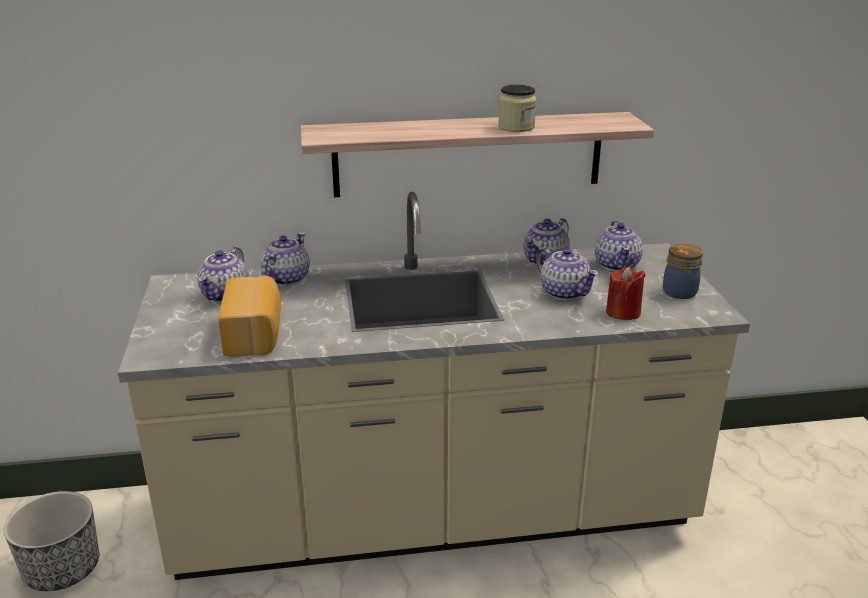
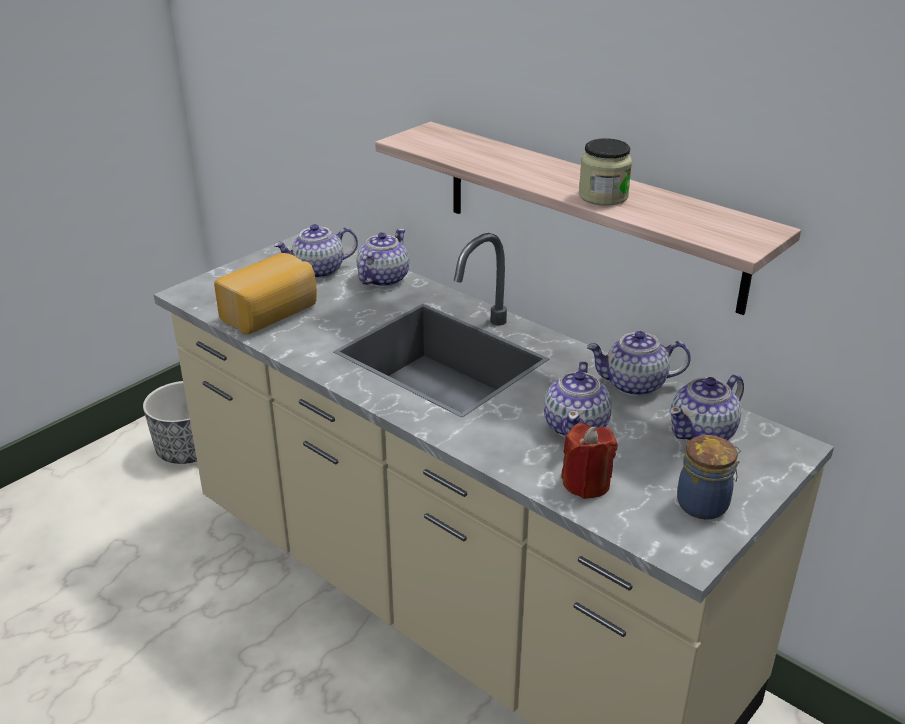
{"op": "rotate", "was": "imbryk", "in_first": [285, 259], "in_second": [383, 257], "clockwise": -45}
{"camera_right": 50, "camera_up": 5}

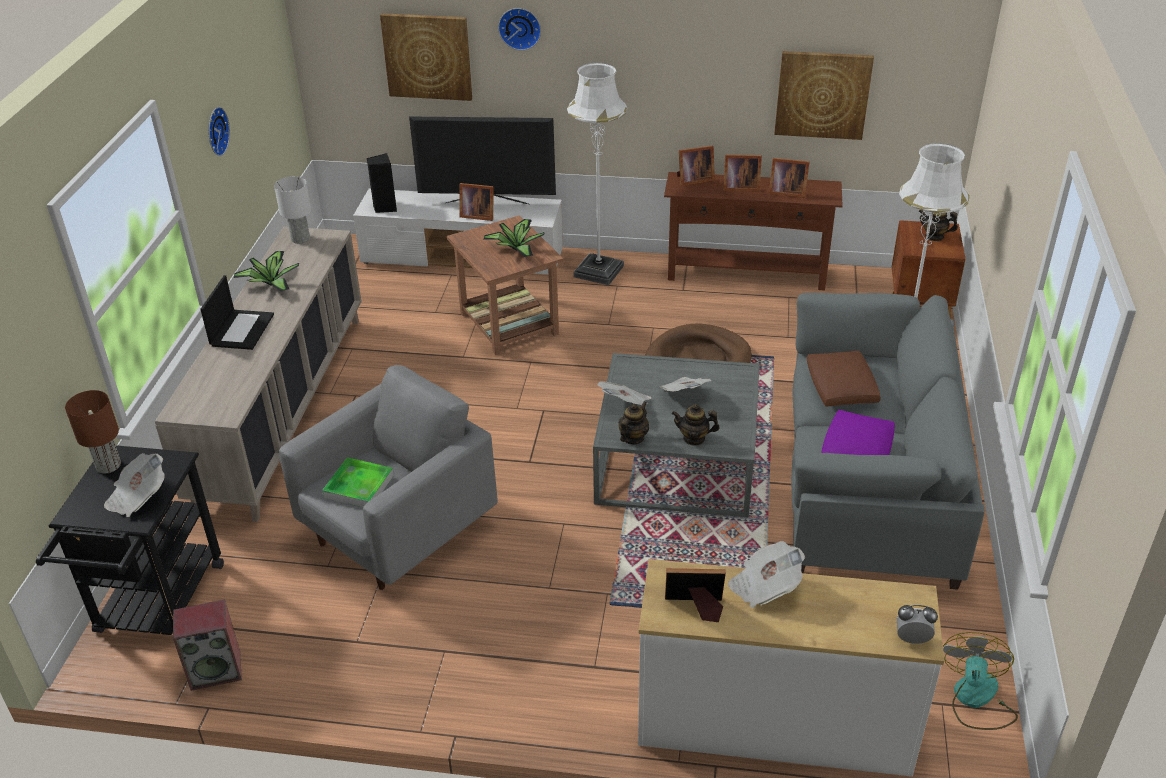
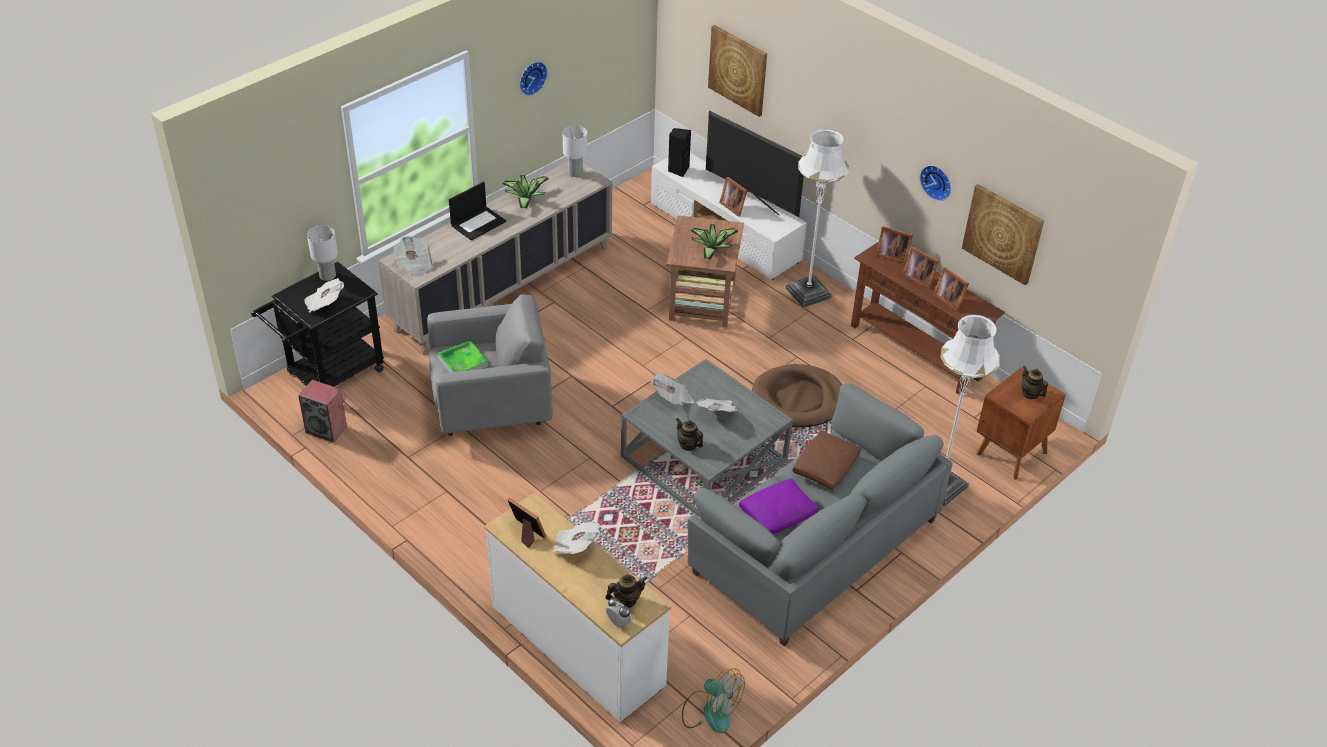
{"op": "move", "was": "zegar ścienny", "in_first": [519, 29], "in_second": [935, 183]}
{"op": "recolor", "was": "lampa stołowa/brązowy", "now": "lampa stołowa/biały", "in_first": [93, 431], "in_second": [322, 253]}
{"op": "move", "was": "imbryk", "in_first": [634, 423], "in_second": [627, 591]}
{"op": "rotate", "was": "wentylator", "in_first": [980, 681], "in_second": [713, 700], "clockwise": 75}
{"op": "insert", "now": "gazeta", "in_second": [413, 257]}
{"camera_right": 35, "camera_up": 5}

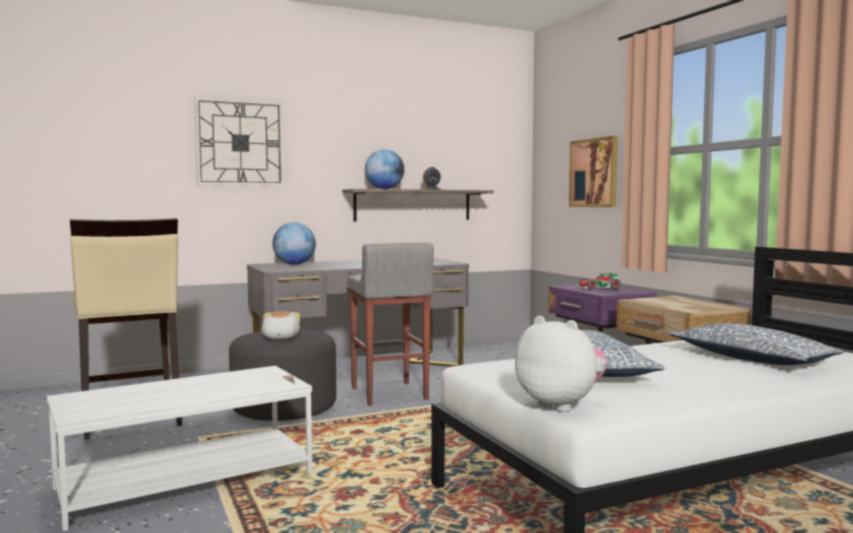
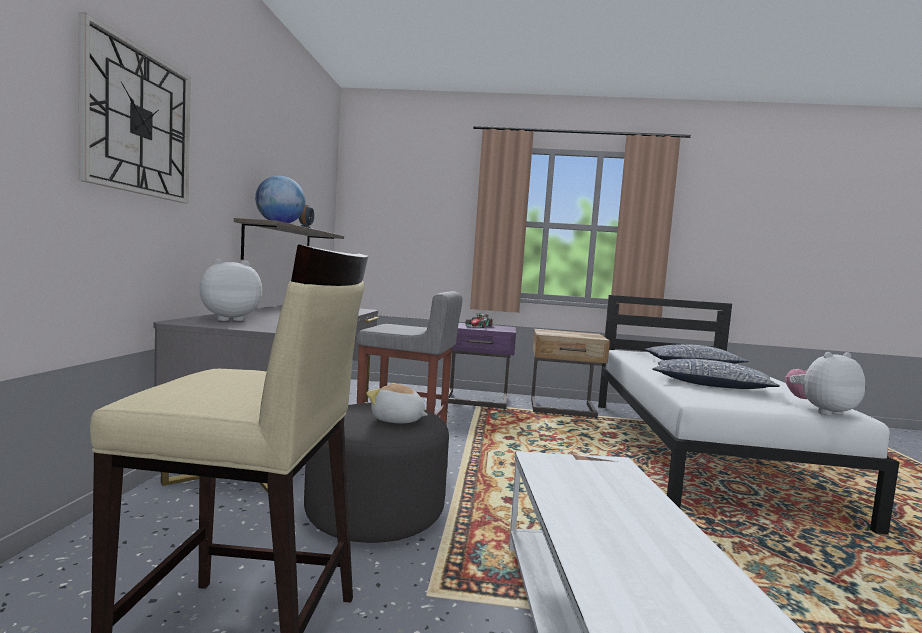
{"op": "delete", "was": "obraz", "in_first": [593, 171]}
{"op": "replace", "was": "globus", "now": "pluszak", "in_first": [294, 243], "in_second": [230, 290]}
{"camera_right": -60, "camera_up": 0}

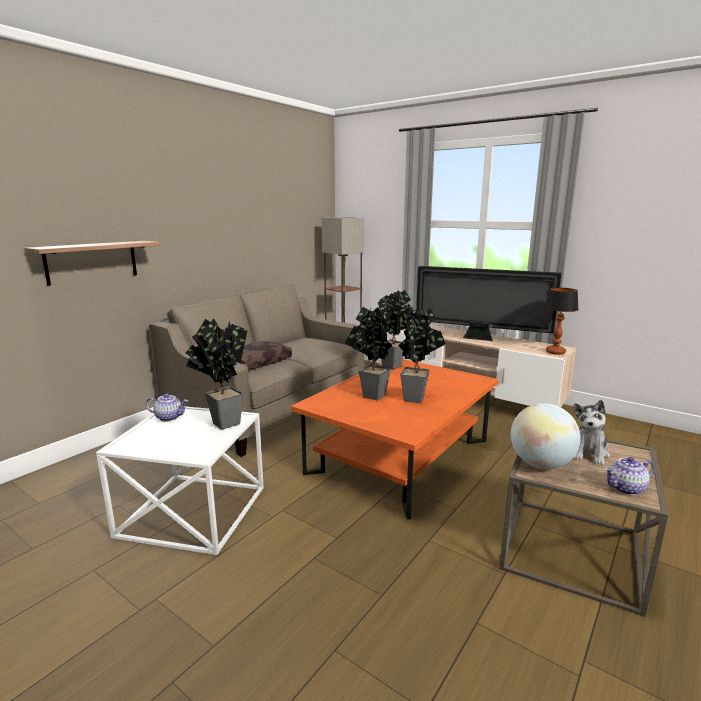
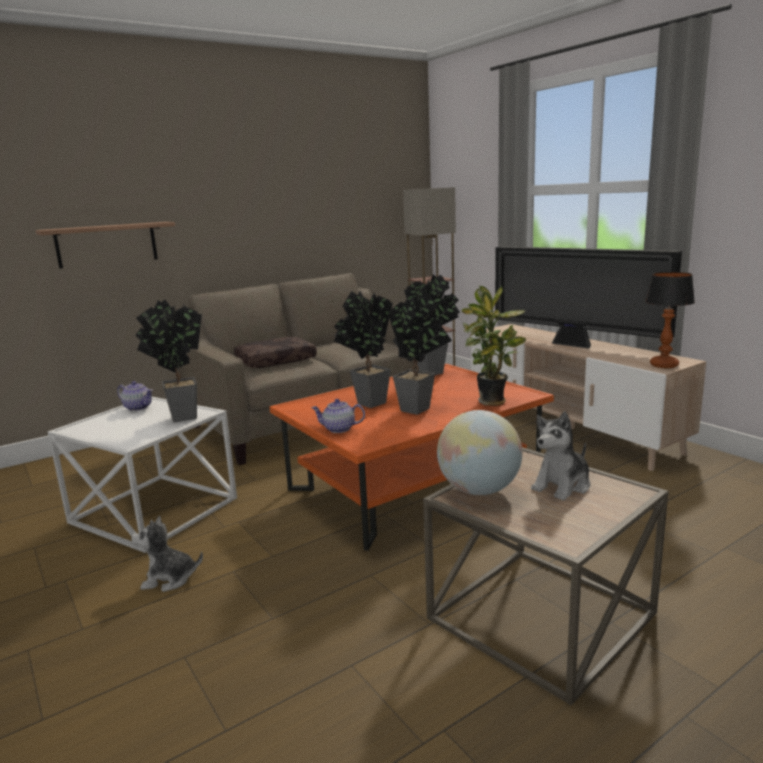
{"op": "move", "was": "imbryk", "in_first": [630, 476], "in_second": [338, 416]}
{"op": "insert", "now": "roślina doniczkowa", "in_second": [493, 346]}
{"op": "insert", "now": "pluszak", "in_second": [167, 554]}
{"camera_right": 20, "camera_up": 0}

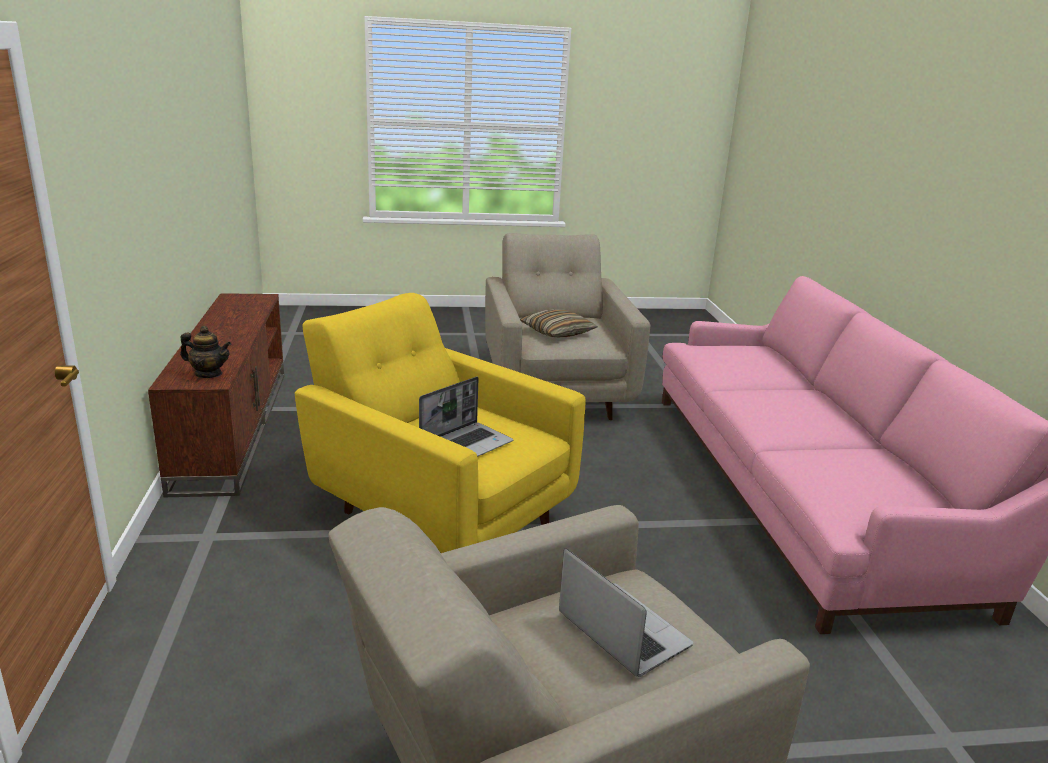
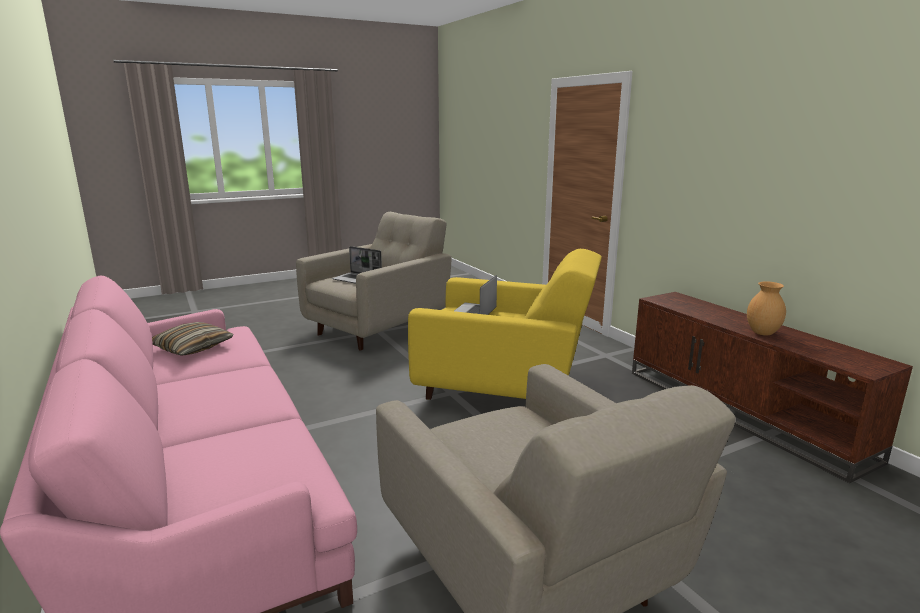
{"op": "move", "was": "poduszka", "in_first": [559, 323], "in_second": [193, 339]}
{"op": "delete", "was": "imbryk", "in_first": [206, 352]}
{"op": "insert", "now": "wazon/brązowy", "in_second": [766, 308]}
{"camera_right": 160, "camera_up": -5}

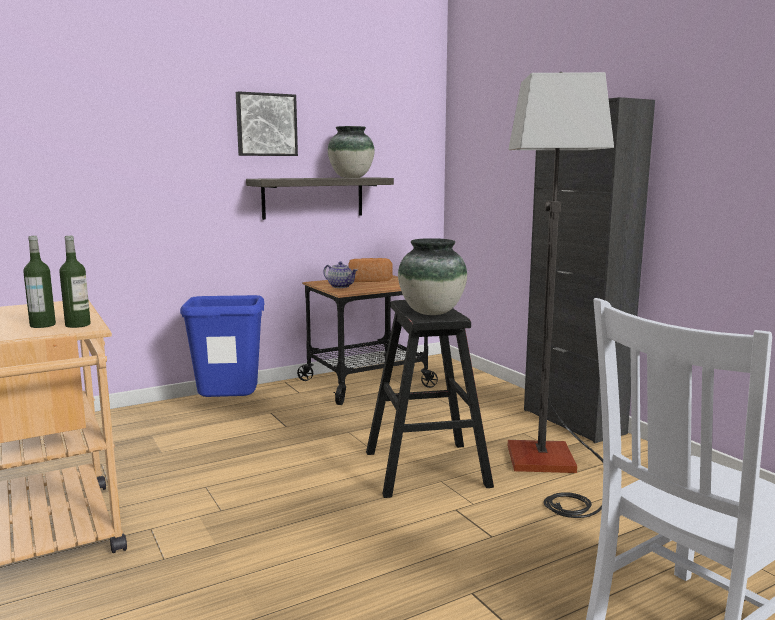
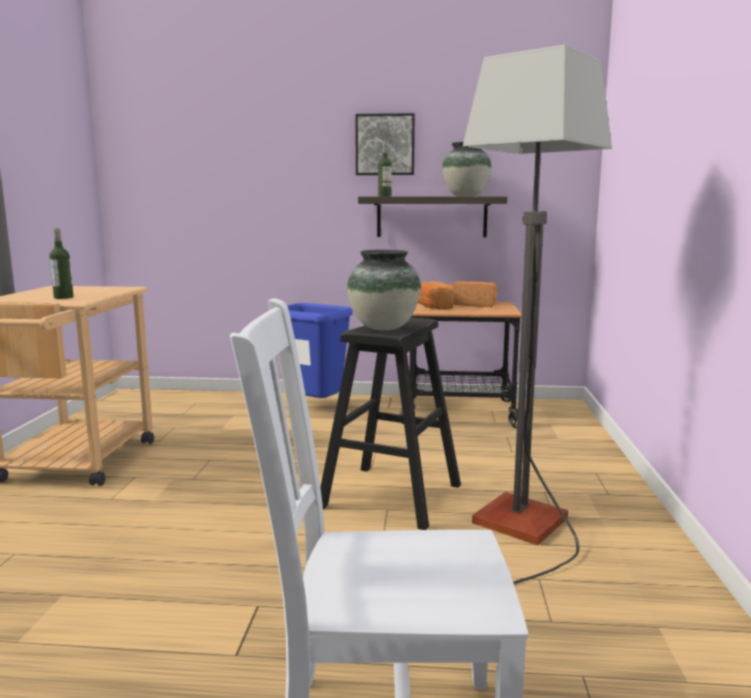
{"op": "delete", "was": "szafka/czarny", "in_first": [589, 270]}
{"op": "move", "was": "butelka", "in_first": [75, 282], "in_second": [385, 170]}
{"op": "replace", "was": "imbryk", "now": "chleb", "in_first": [340, 274], "in_second": [436, 295]}
{"camera_right": 35, "camera_up": 0}

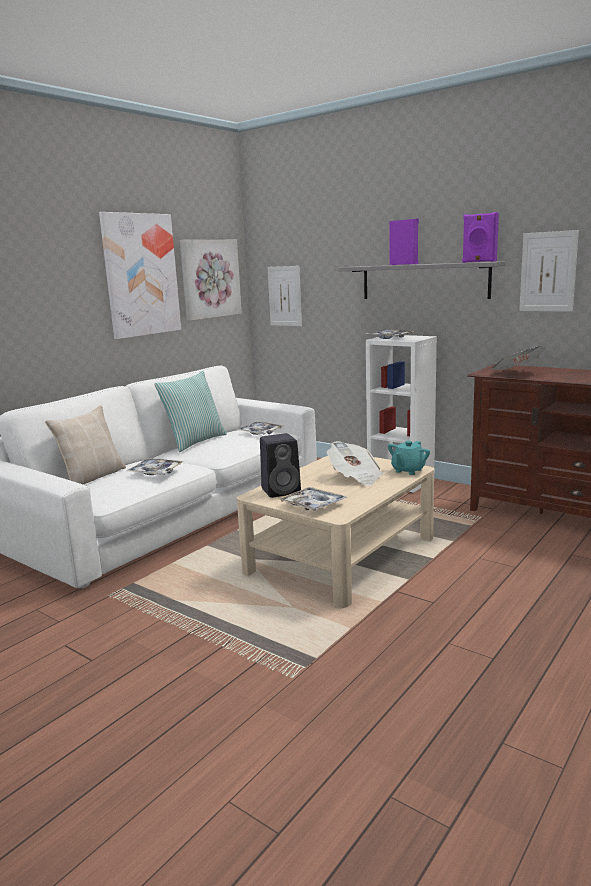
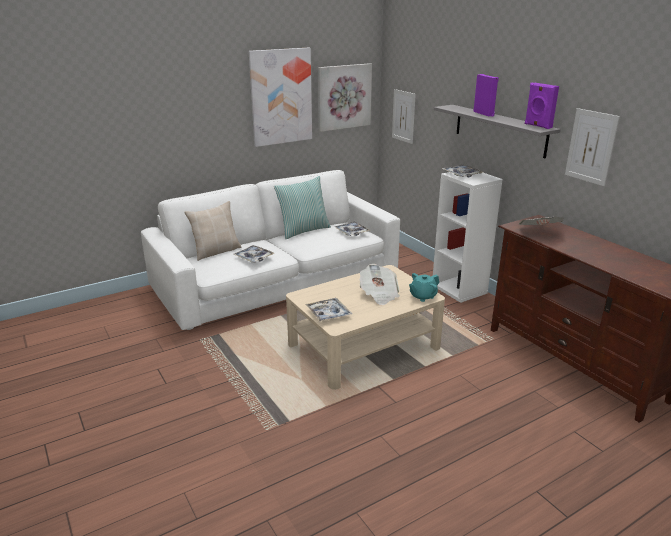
{"op": "delete", "was": "głośnik/czarny", "in_first": [280, 465]}
{"camera_right": 20, "camera_up": 10}

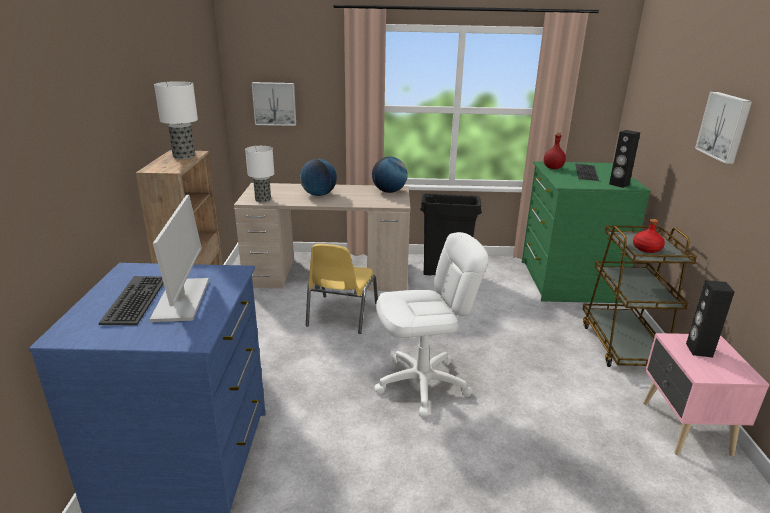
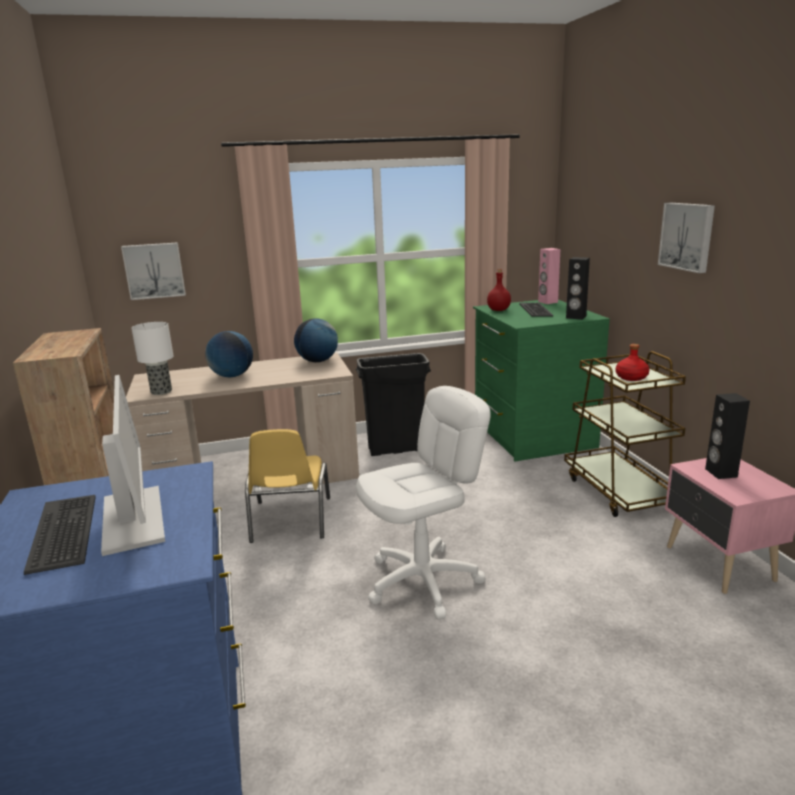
{"op": "delete", "was": "lampa stołowa", "in_first": [176, 120]}
{"op": "insert", "now": "głośnik/różowy", "in_second": [549, 276]}
{"camera_right": -15, "camera_up": -5}

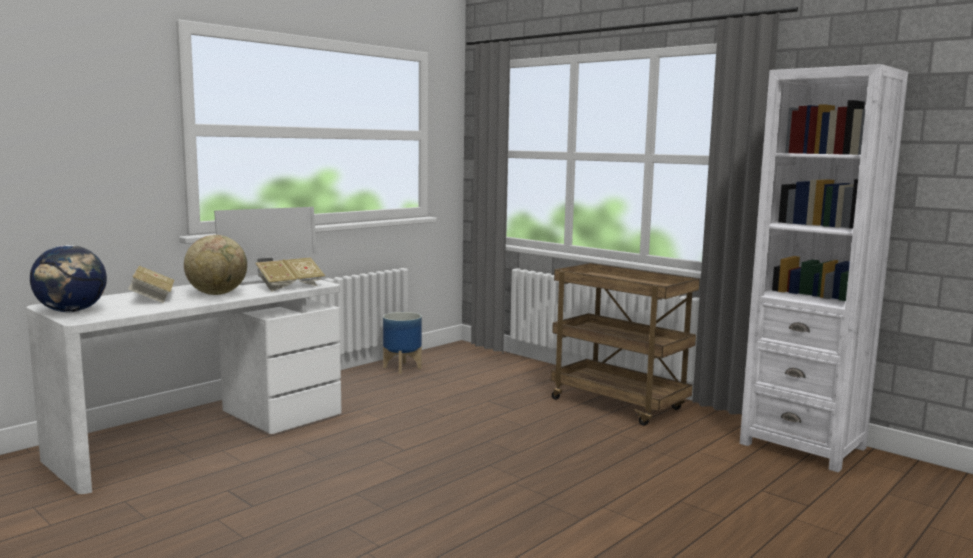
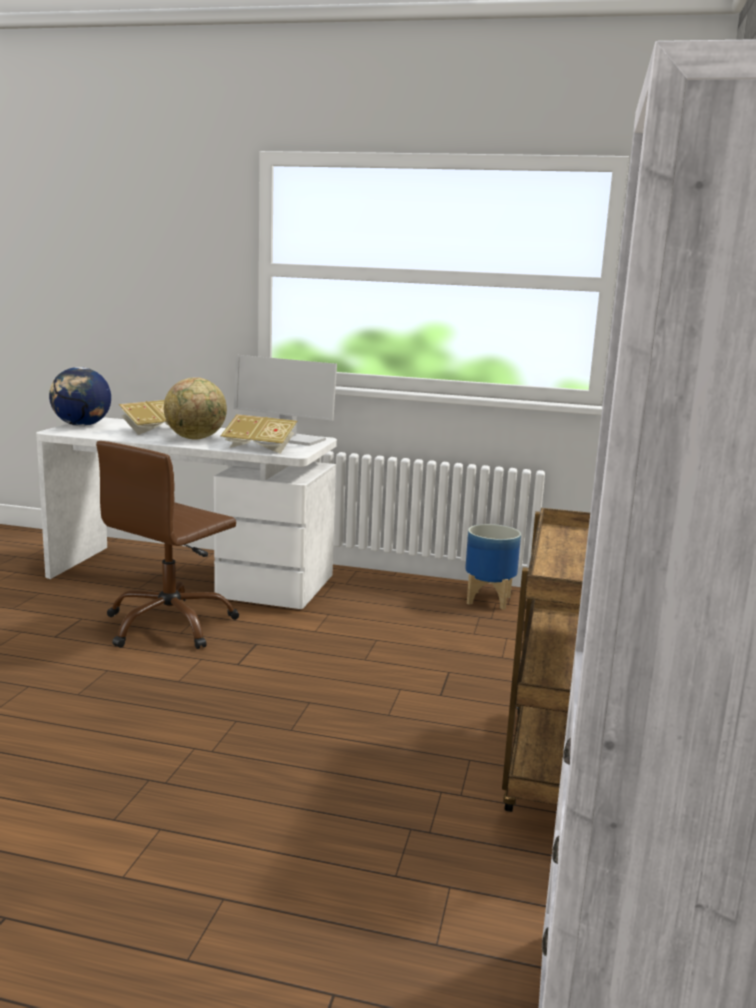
{"op": "insert", "now": "krzesło biurowe/brązowy", "in_second": [167, 545]}
{"camera_right": 60, "camera_up": 5}

